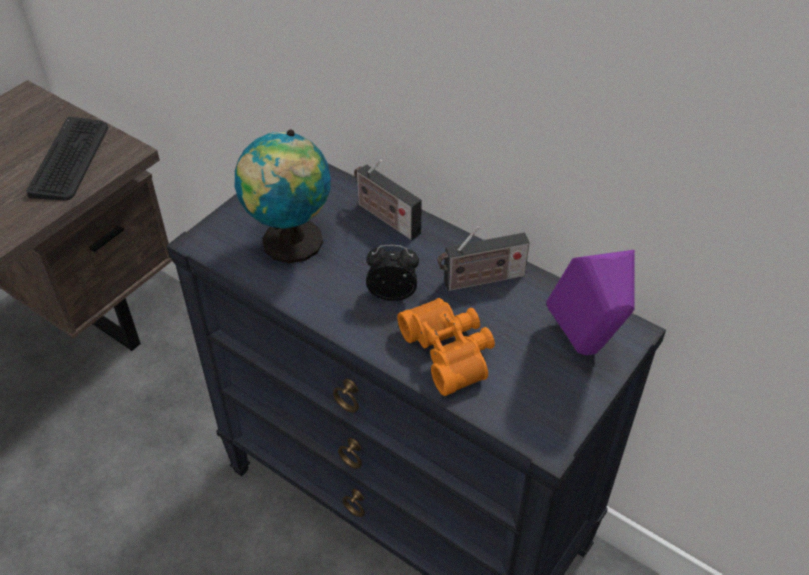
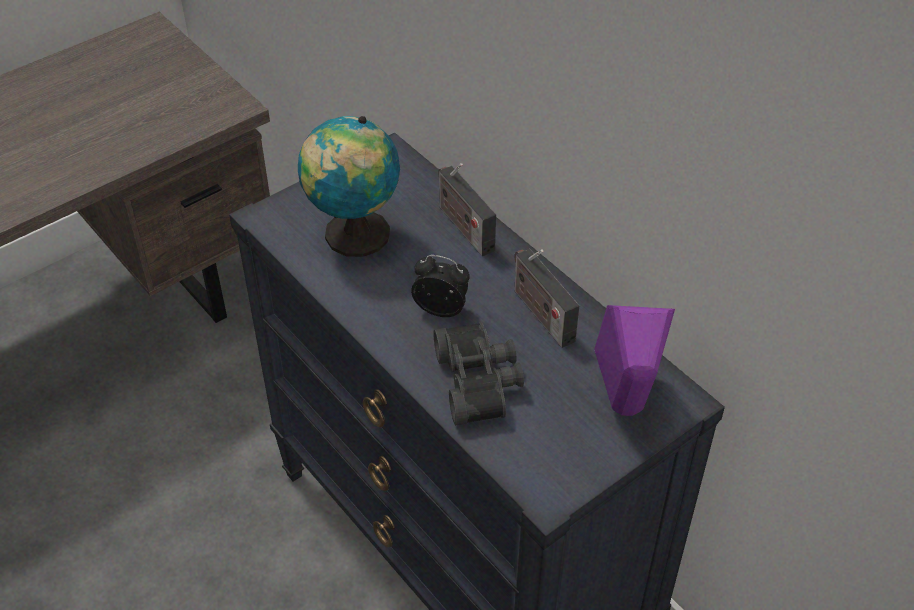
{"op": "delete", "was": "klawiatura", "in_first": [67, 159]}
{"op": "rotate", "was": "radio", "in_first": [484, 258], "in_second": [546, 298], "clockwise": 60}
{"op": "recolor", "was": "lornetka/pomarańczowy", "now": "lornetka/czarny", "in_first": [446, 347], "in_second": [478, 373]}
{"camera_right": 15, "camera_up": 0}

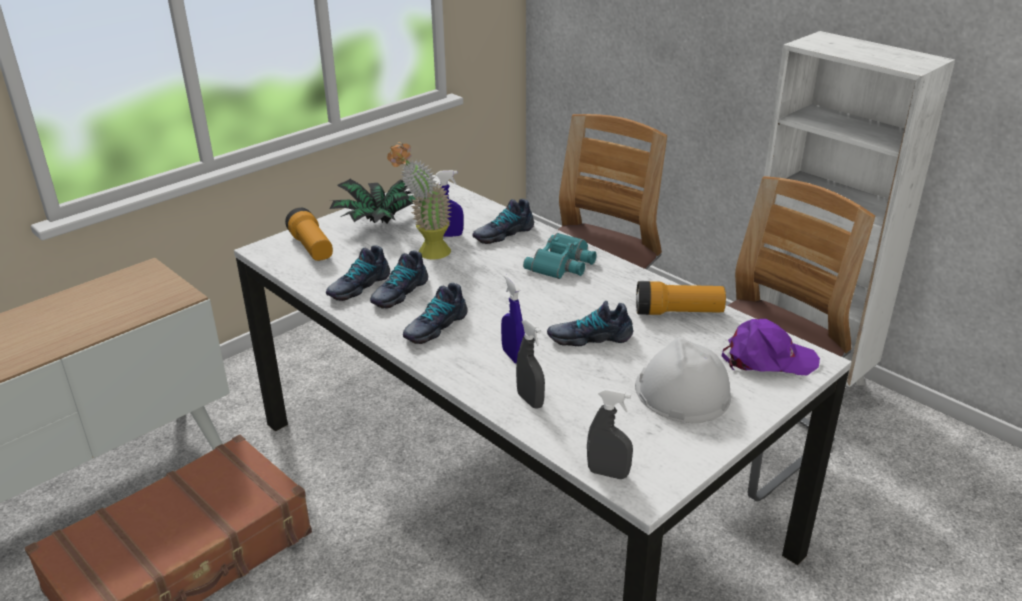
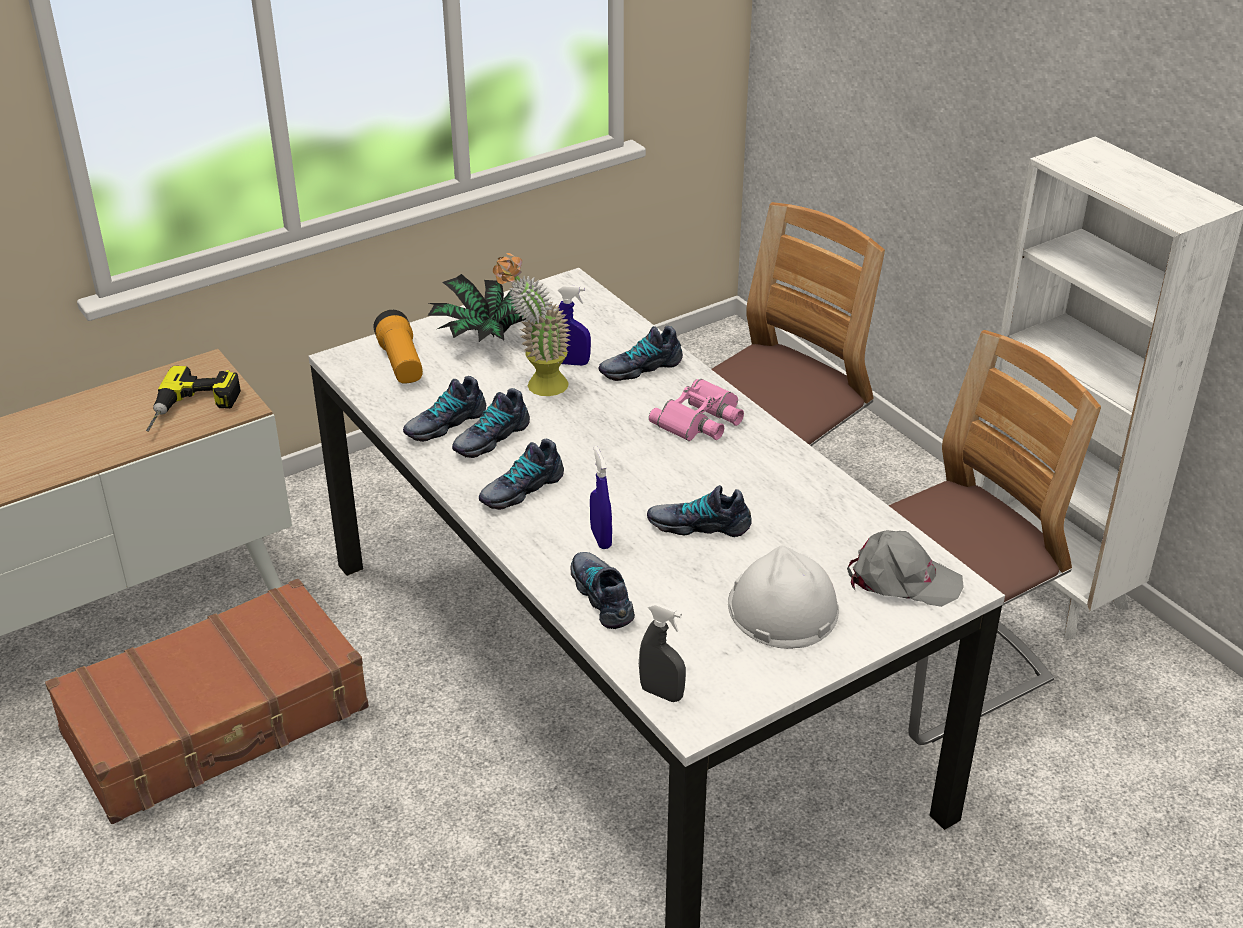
{"op": "recolor", "was": "lornetka/turkusowy", "now": "lornetka/różowy", "in_first": [559, 256], "in_second": [696, 410]}
{"op": "delete", "was": "latarka", "in_first": [681, 298]}
{"op": "replace", "was": "spryskiwacz/szary", "now": "but", "in_first": [530, 364], "in_second": [603, 590]}
{"op": "recolor", "was": "czapka z daszkiem/fioletowy", "now": "czapka z daszkiem/szary", "in_first": [770, 347], "in_second": [905, 568]}
{"op": "insert", "now": "wiertarka", "in_second": [193, 399]}
{"camera_right": 10, "camera_up": 5}

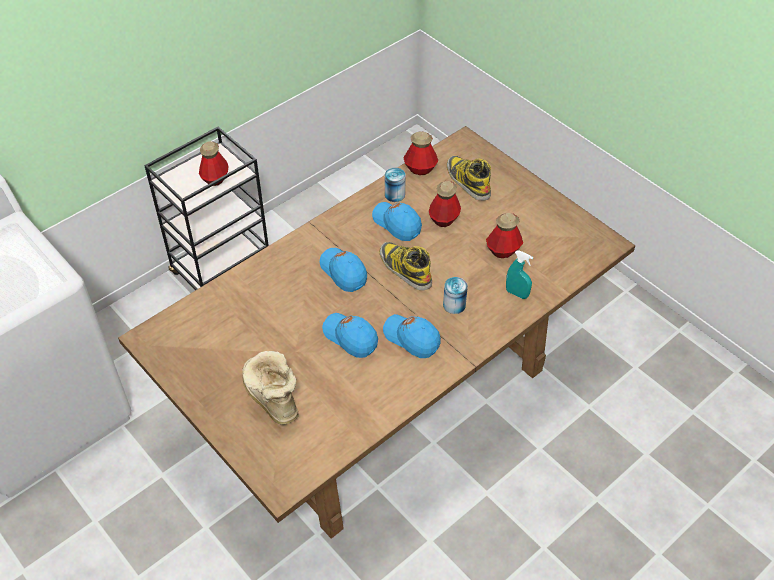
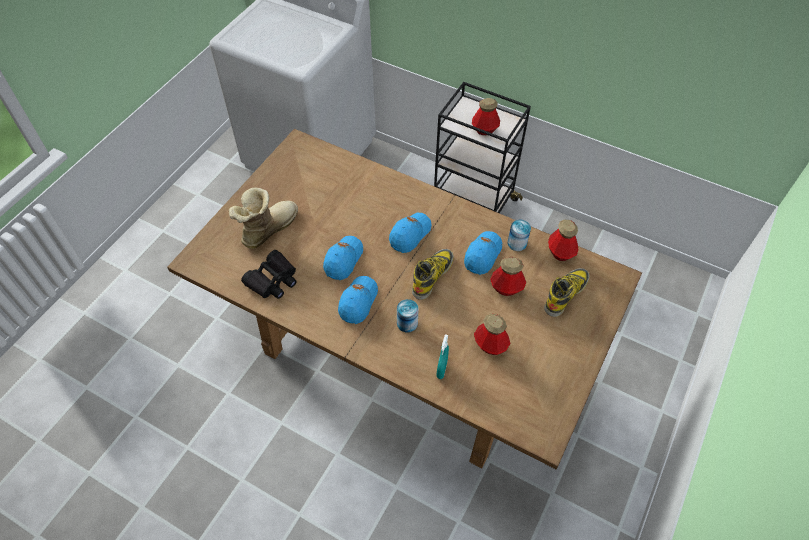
{"op": "insert", "now": "lornetka/czarny", "in_second": [269, 274]}
{"camera_right": 70, "camera_up": 5}

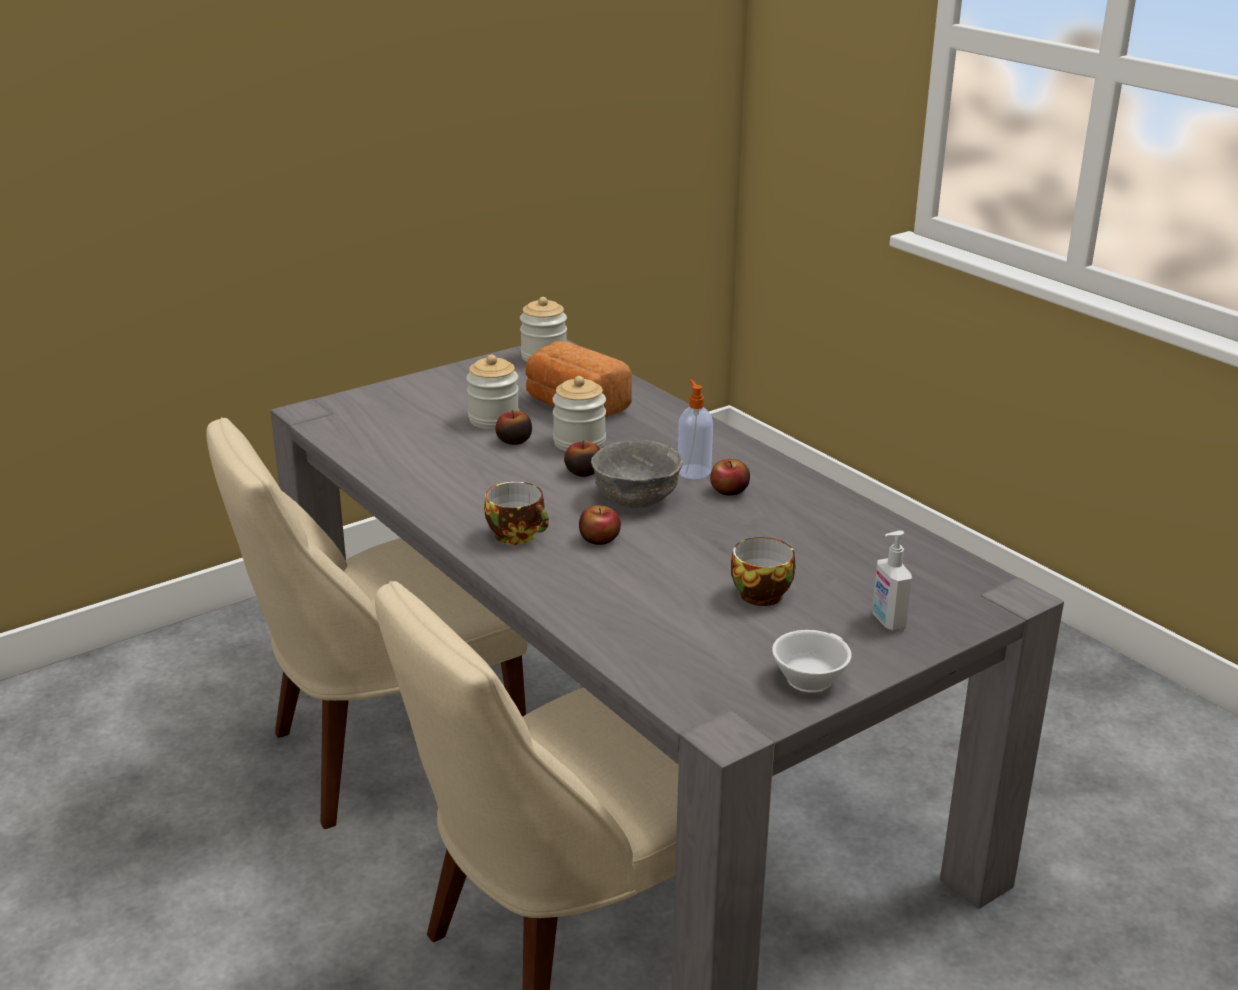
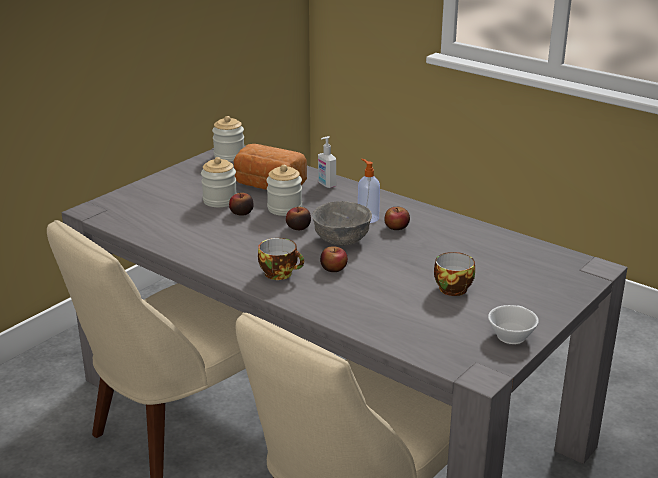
{"op": "move", "was": "dozownik mydła", "in_first": [892, 581], "in_second": [327, 162]}
{"camera_right": -15, "camera_up": 0}

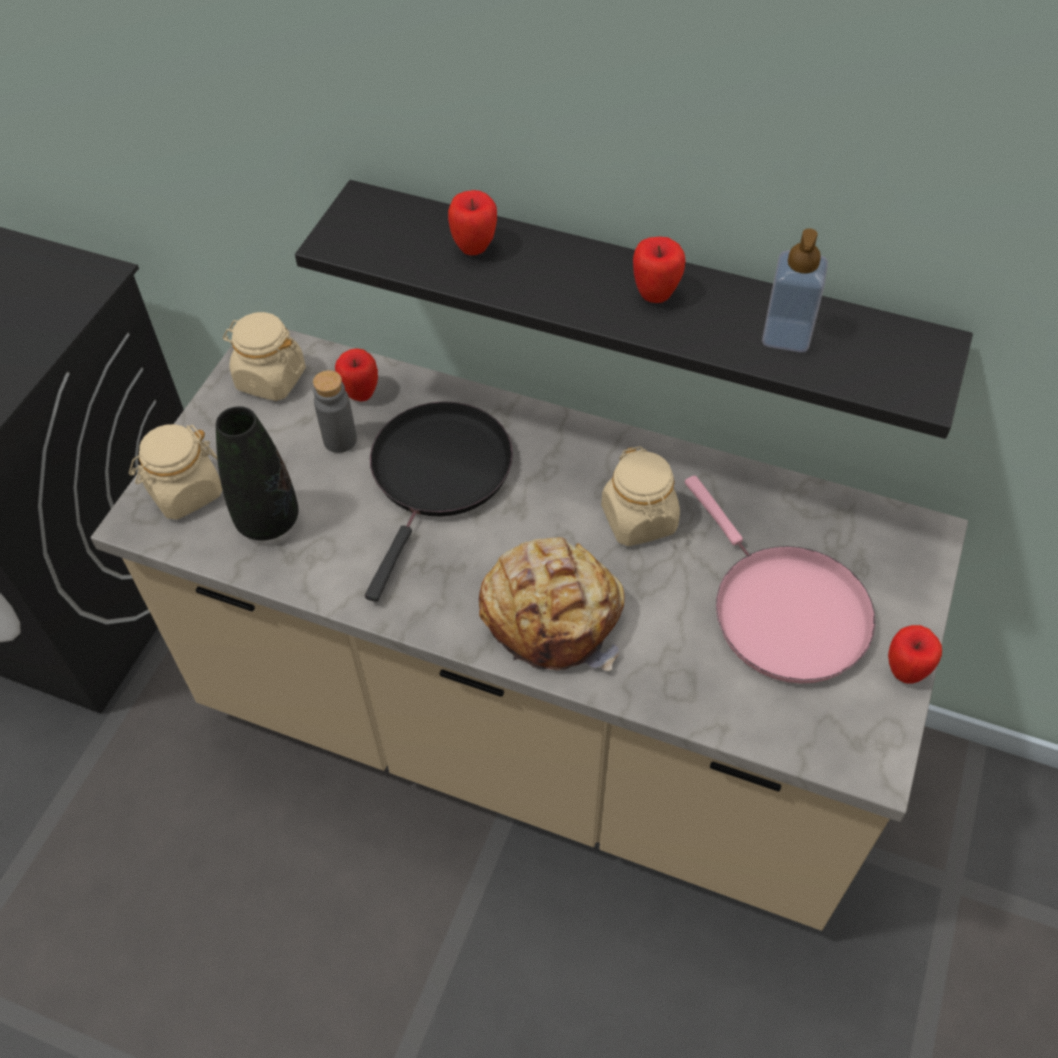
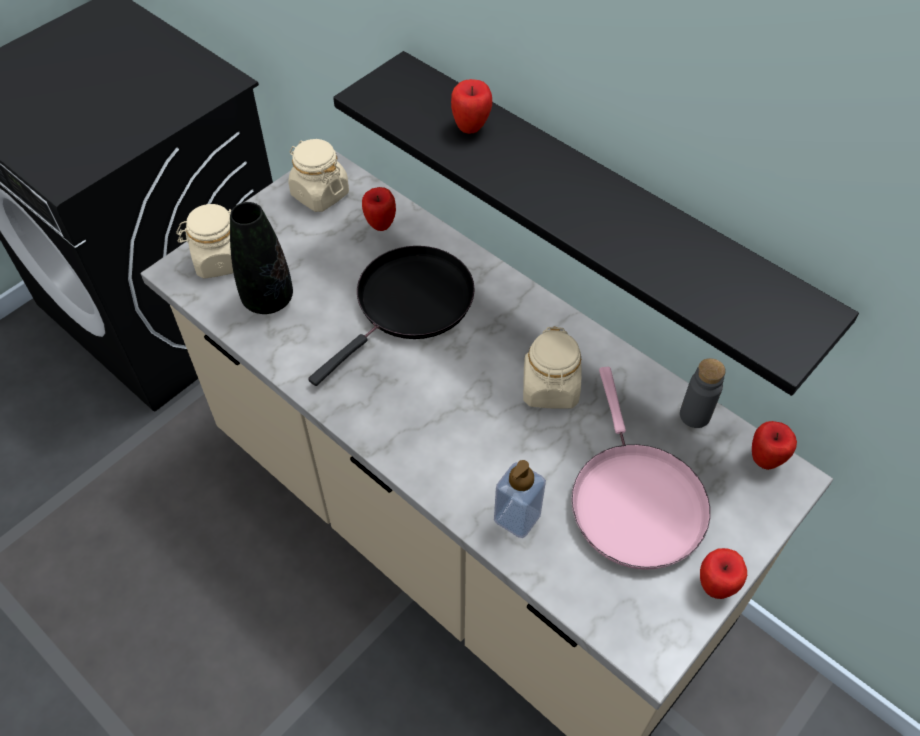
{"op": "move", "was": "dozownik mydła", "in_first": [795, 290], "in_second": [520, 499]}
{"op": "move", "was": "jabłko", "in_first": [659, 270], "in_second": [774, 445]}
{"op": "move", "was": "butelka/szary", "in_first": [335, 411], "in_second": [703, 393]}
{"op": "delete", "was": "chleb", "in_first": [552, 604]}
{"camera_right": 20, "camera_up": 0}

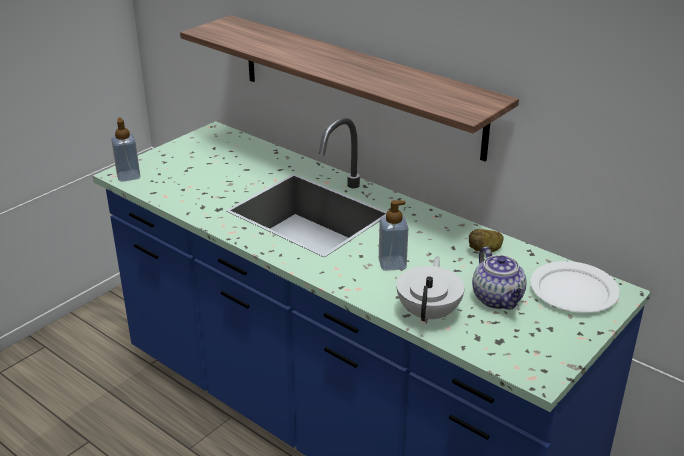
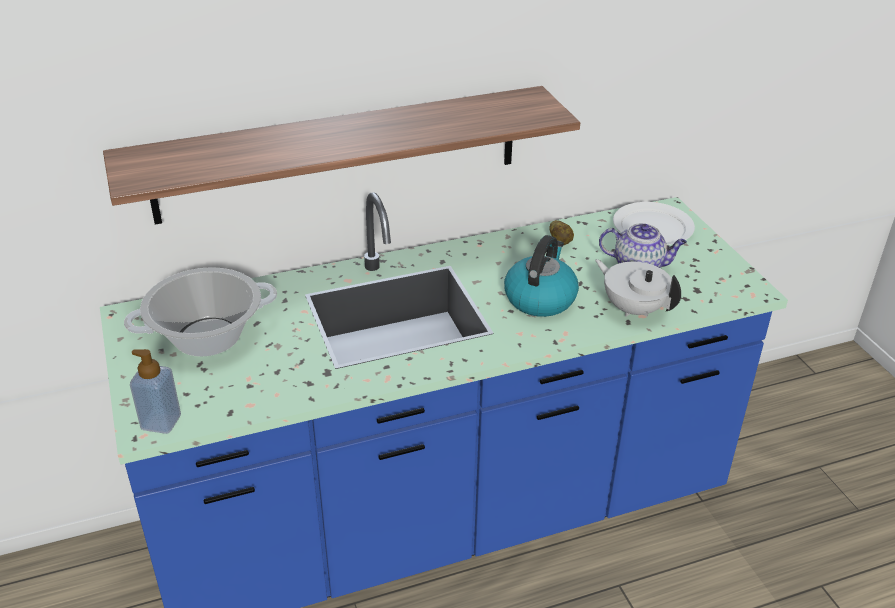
{"op": "replace", "was": "dozownik mydła", "now": "czajnik", "in_first": [393, 235], "in_second": [541, 276]}
{"op": "insert", "now": "garnek", "in_second": [200, 312]}
{"camera_right": -60, "camera_up": 5}

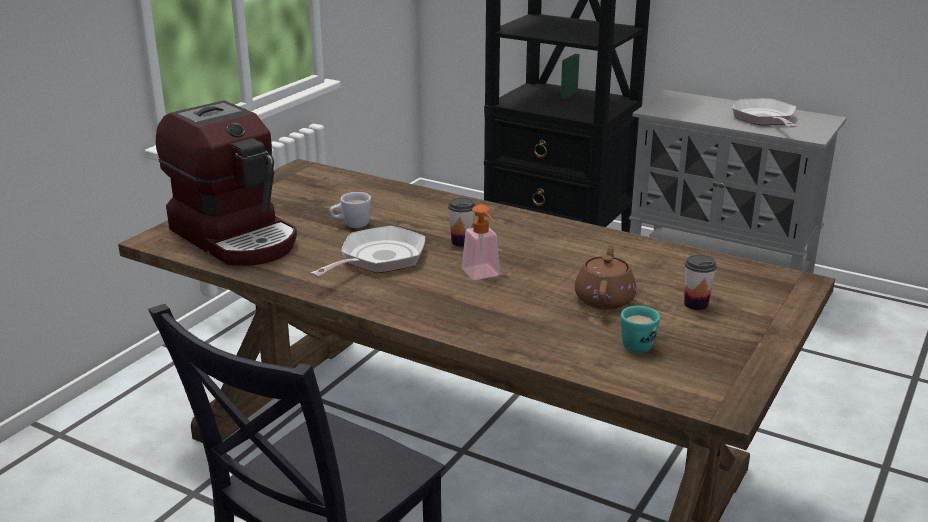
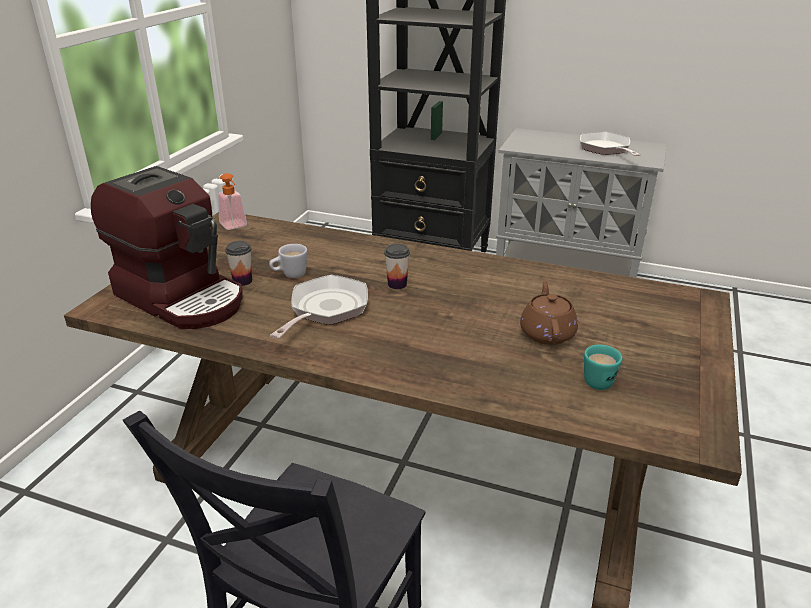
{"op": "move", "was": "dozownik mydła", "in_first": [481, 242], "in_second": [232, 201]}
{"op": "move", "was": "filiżanka", "in_first": [700, 282], "in_second": [238, 263]}
{"camera_right": -10, "camera_up": 5}

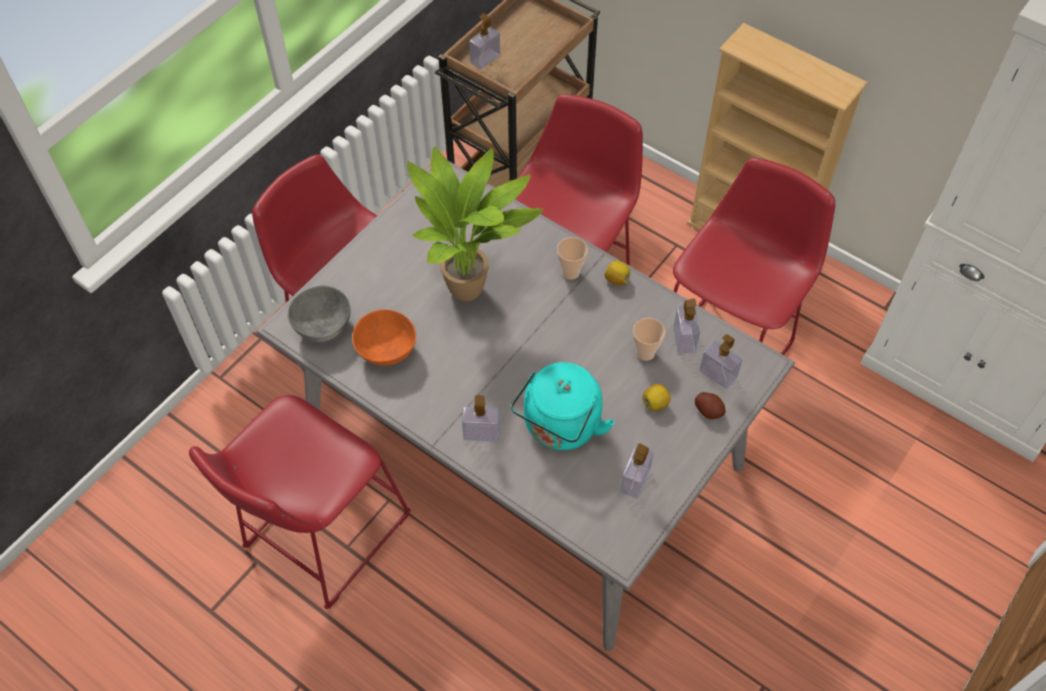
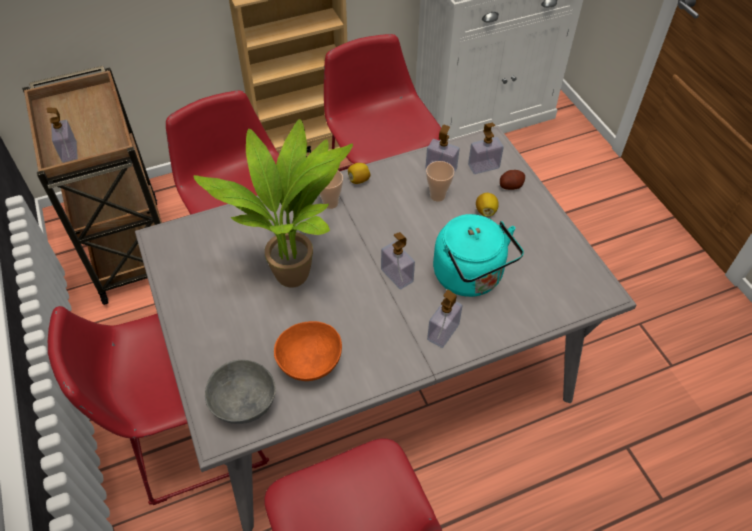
{"op": "move", "was": "dozownik mydła", "in_first": [636, 471], "in_second": [398, 260]}
{"camera_right": -60, "camera_up": -5}

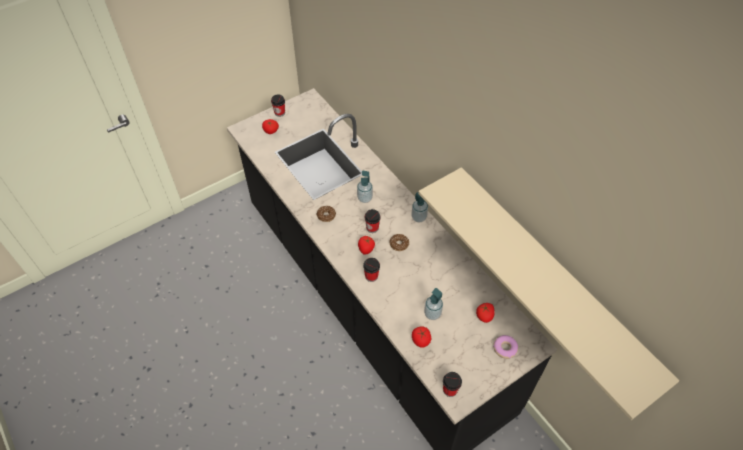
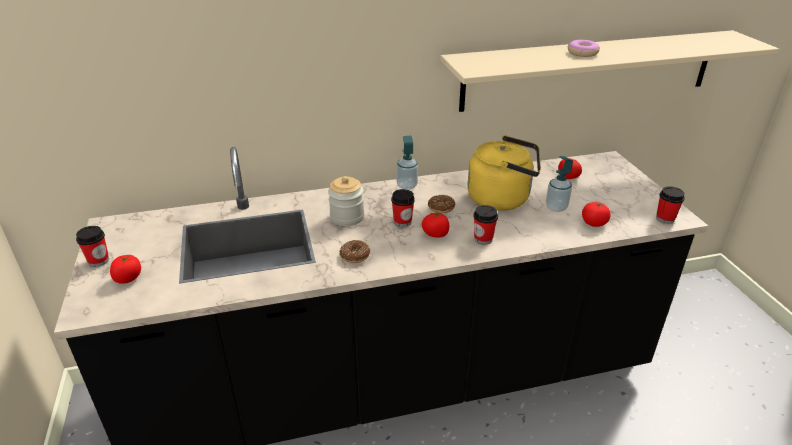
{"op": "replace", "was": "dozownik mydła", "now": "słoik", "in_first": [365, 187], "in_second": [346, 201]}
{"op": "move", "was": "donut", "in_first": [505, 347], "in_second": [584, 48]}
{"op": "insert", "now": "czajnik/żółty", "in_second": [504, 173]}
{"camera_right": -70, "camera_up": -20}

